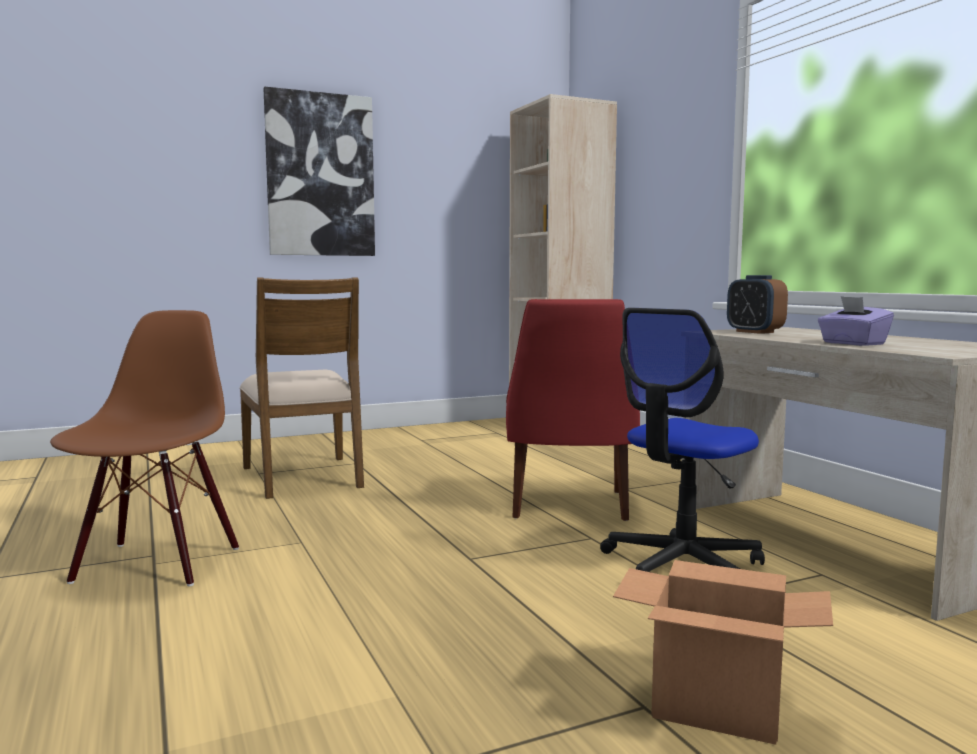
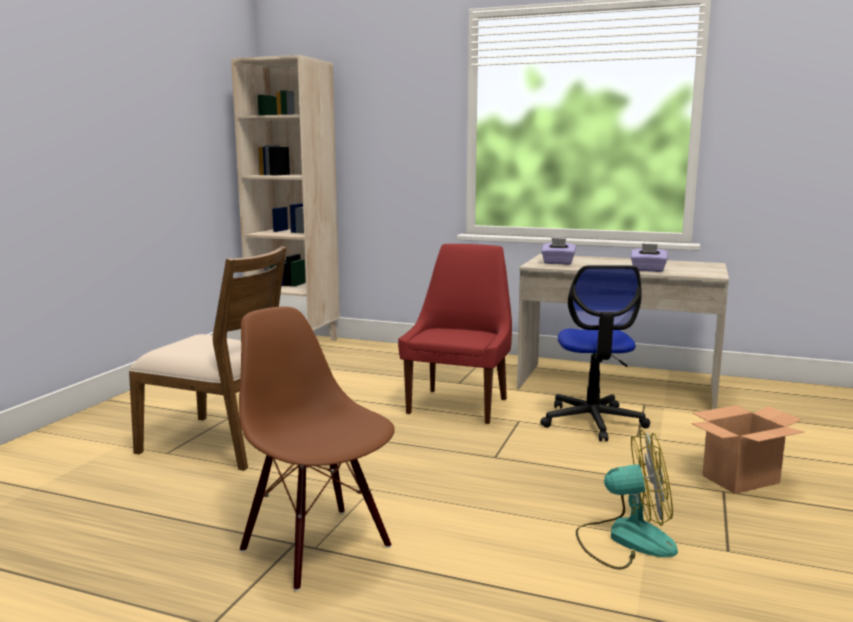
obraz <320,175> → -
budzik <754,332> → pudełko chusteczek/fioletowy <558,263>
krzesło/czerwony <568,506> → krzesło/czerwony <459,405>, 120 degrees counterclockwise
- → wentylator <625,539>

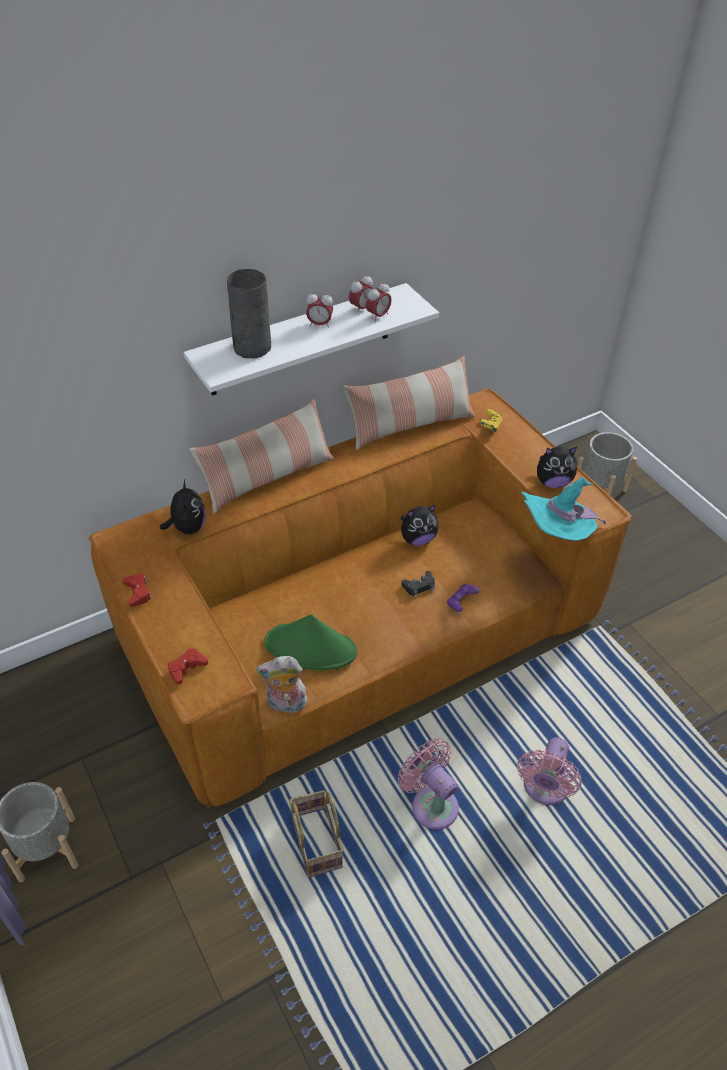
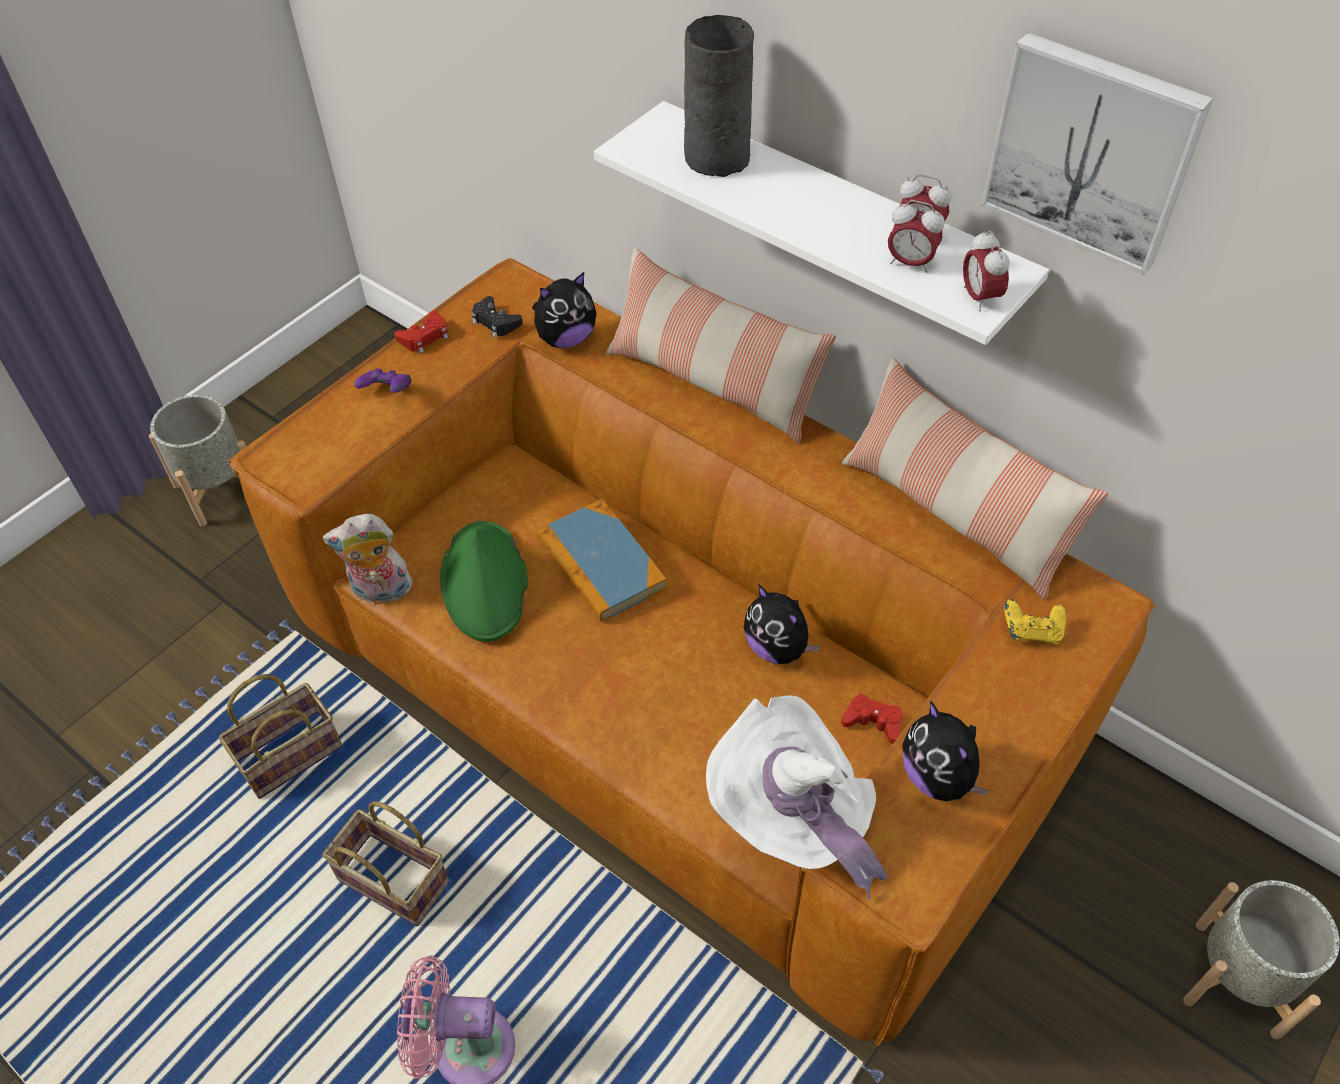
budzik <319,324> → budzik <979,298>, shifted
kapelusz/turkusowy <557,535> → kapelusz/biały <793,818>
pad do gier/czarny <419,586> → pad do gier/czarny <496,322>, shifted
pad do gier/fioletowy <461,603> → pad do gier/fioletowy <387,392>, shifted
pad do gier/czerwony <187,668> → pad do gier/czerwony <873,722>, shifted
pluszak <285,704> → pluszak <380,592>, 75 degrees counterclockwise
wentylator/różowy <431,803> → koszyk <390,881>
- → obraz <1092,151>
- → książka <601,563>

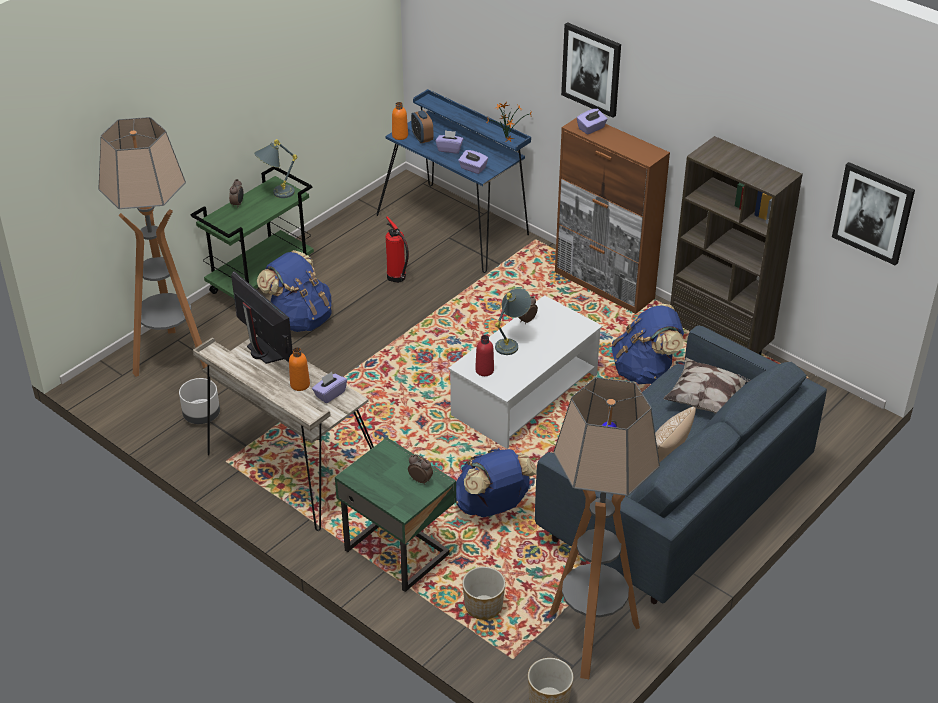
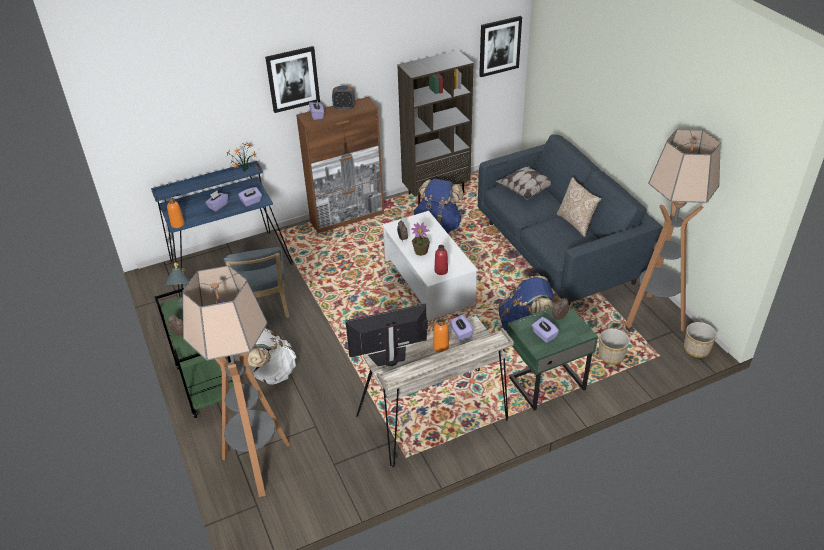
budzik <422,138> → budzik <344,107>, shifted
gaśnica <397,278> → krzesło/niebieski <263,307>
plecak/niebieski <300,319> → plecak/biały <269,372>
lampa stołowa/szary <512,343> → roślina doniczkowa <421,251>
donica/szary <201,415> → -
- → pudełko chusteczek/fioletowy <544,335>

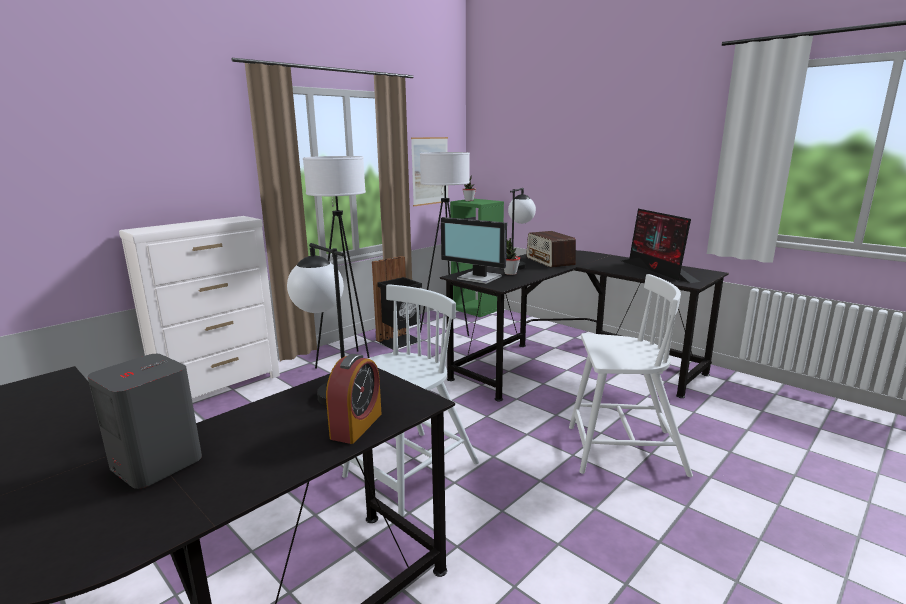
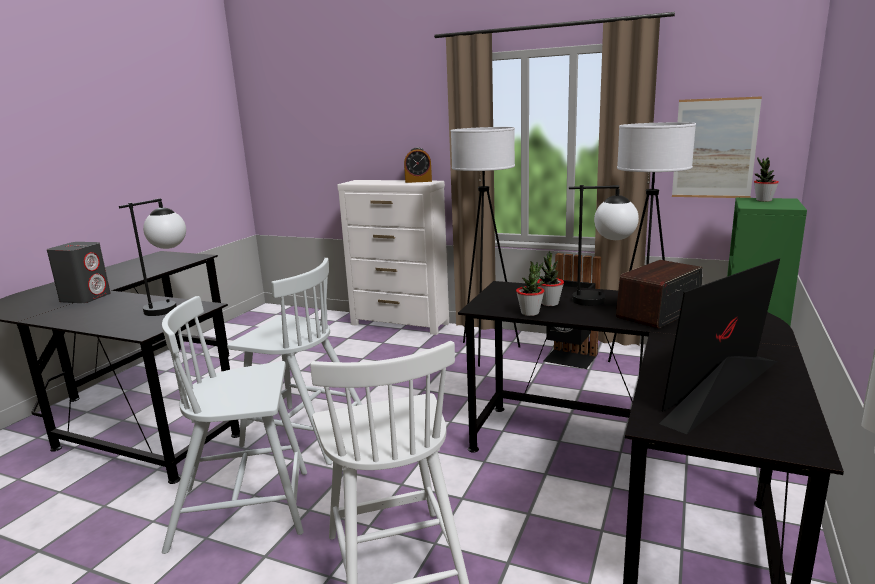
monitor <479,278> → -
budzik <356,426> → budzik <418,181>, shifted
- → roślina doniczkowa <530,313>
- → krzesło/biały <245,509>

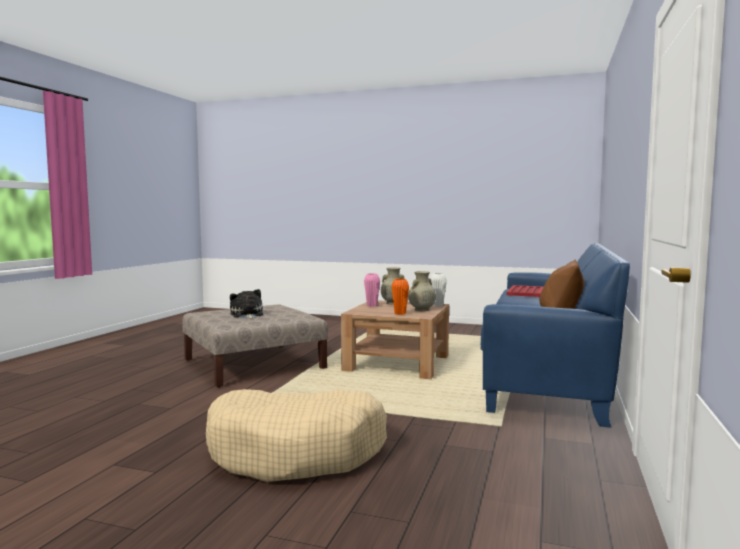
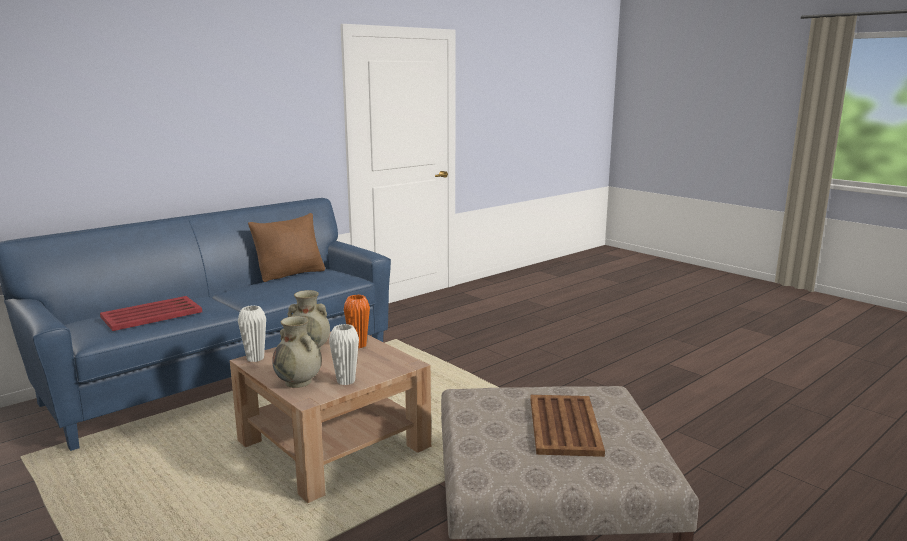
wazon/różowy <372,305> → wazon/biały <346,381>
pluszak <247,315> → taca/brązowy <564,425>
legowisko/beżowy <297,452> → -

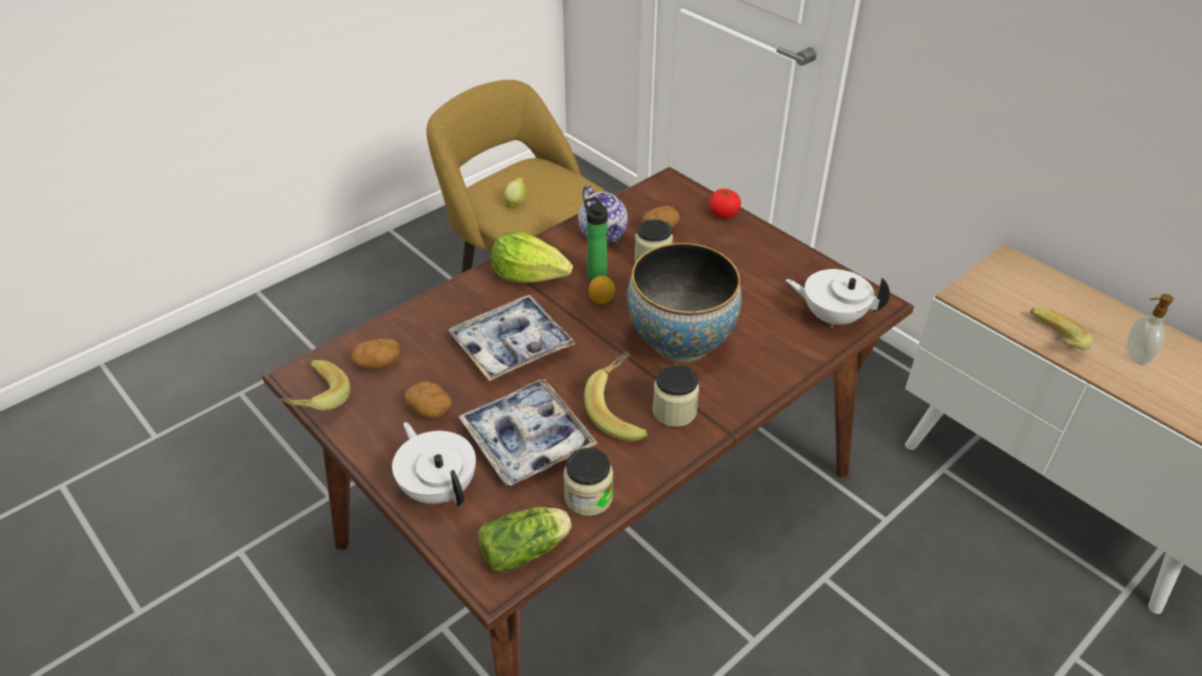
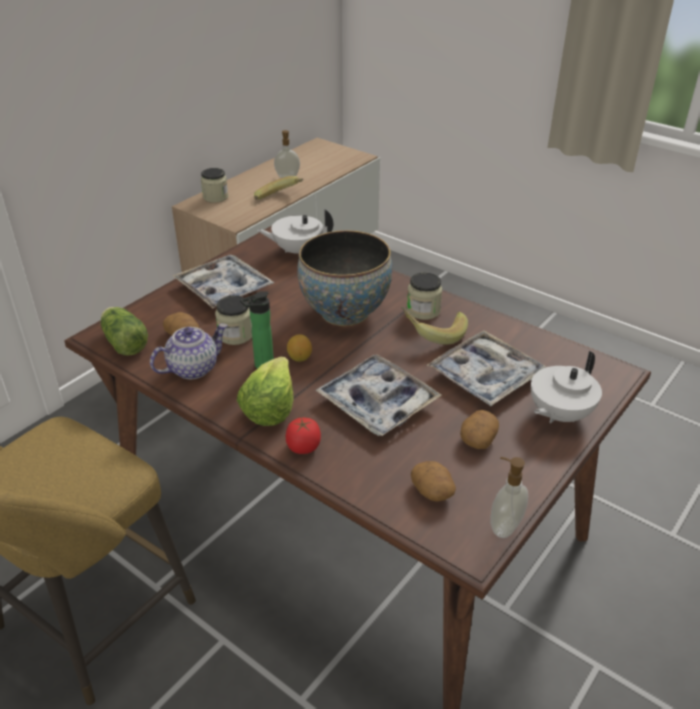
cytryna <516,202> → -
pomidor <723,214> → pomidor <303,447>, shifted
imbryk/biały <832,316> → imbryk/biały <297,251>, 75 degrees clockwise
banan <314,401> → dozownik mydła <504,526>
słoik <588,497> → słoik <215,197>, shifted
sałata <527,550> → sałata <124,342>, shifted
- → taca <224,289>

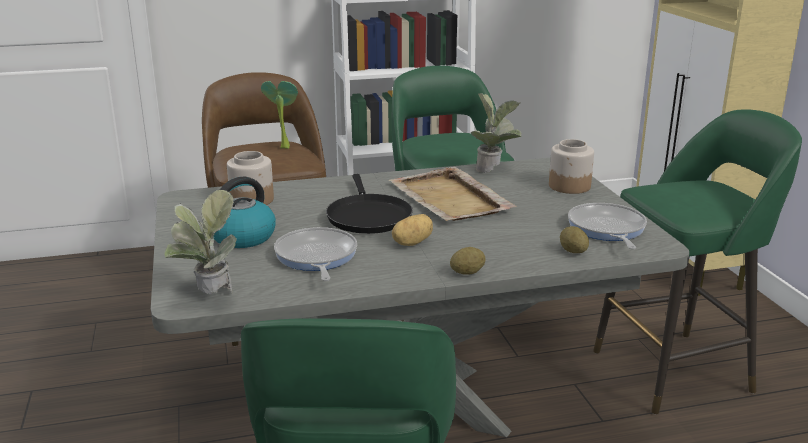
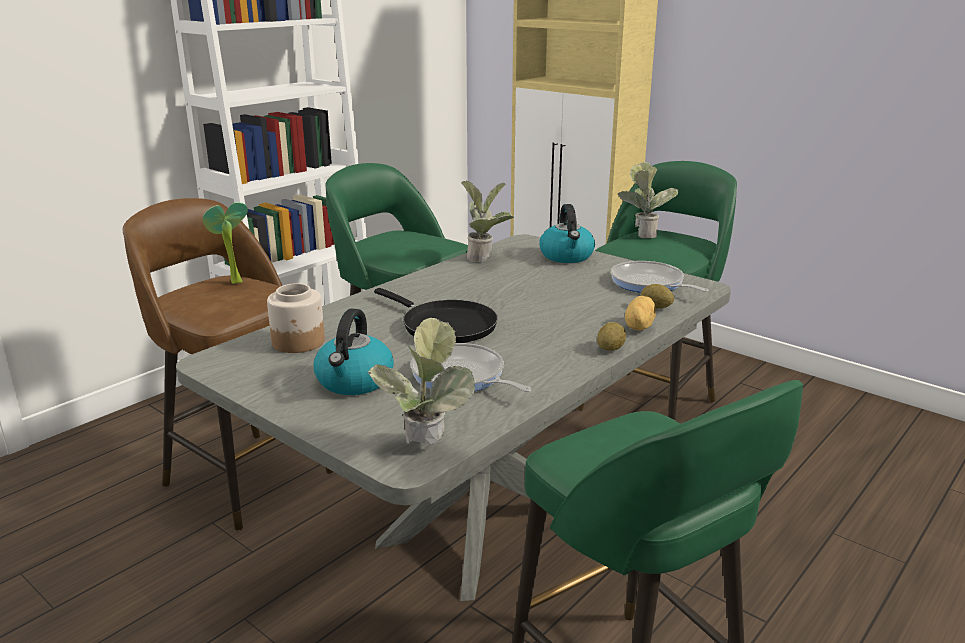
słoik <570,186> → czajnik <567,256>
taca/beżowy <450,199> → -
ziemniak <411,243> → ziemniak <637,327>, shifted
- → roślina doniczkowa <643,233>

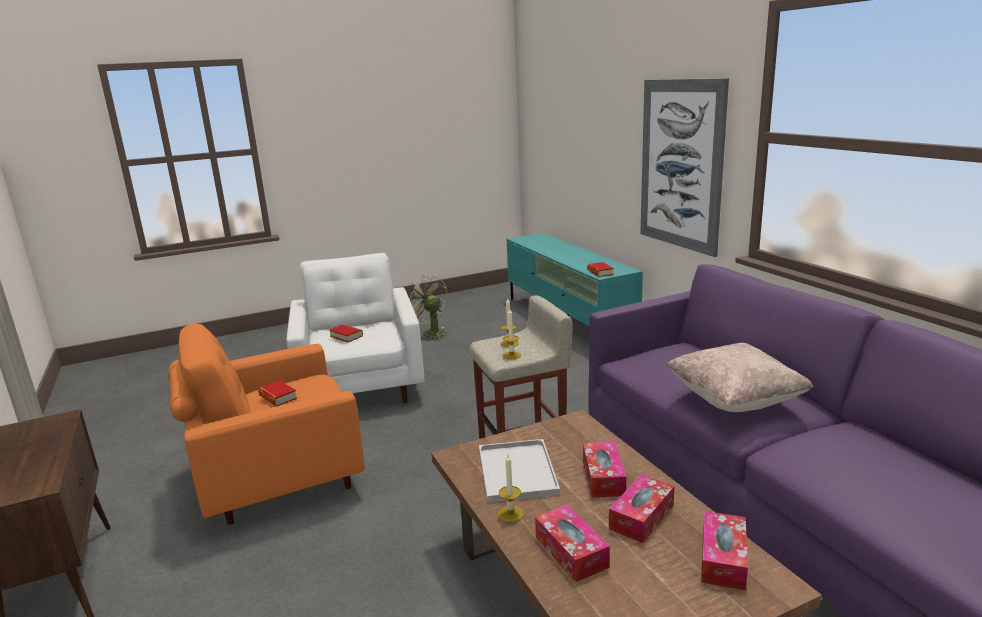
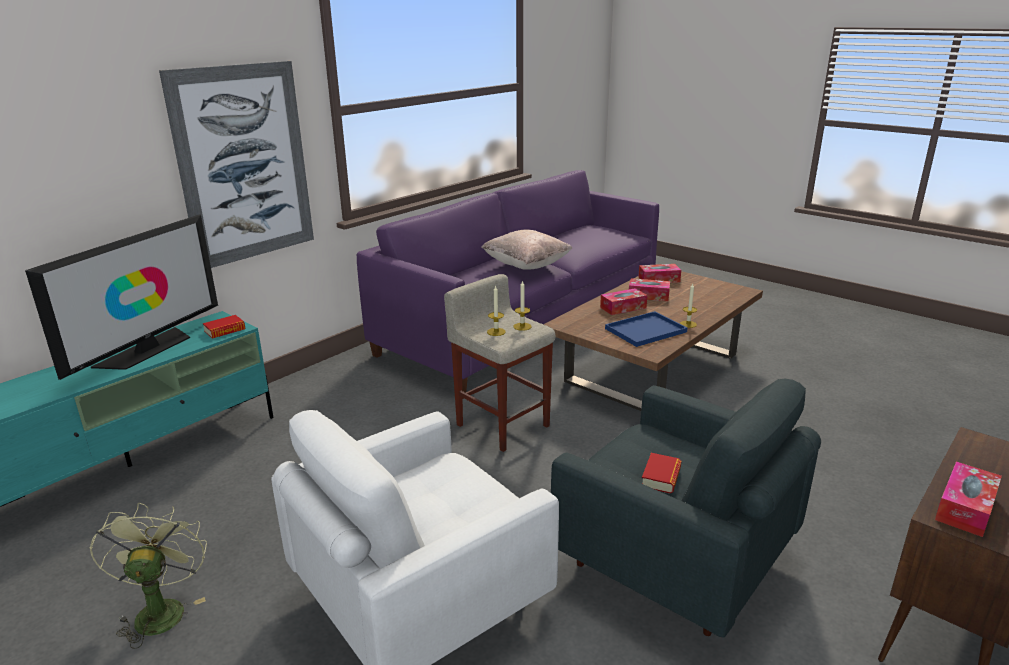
wentylator/zielony <430,333> → wentylator/zielony <160,609>, 150 degrees clockwise
fotel/pomarańczowy <278,478> → fotel/szary <675,563>
książka <346,336> → -
taca/biały <515,470> → taca/niebieski <645,331>
pudełko chusteczek <571,551> → pudełko chusteczek <965,508>, shifted
- → telewizor <147,350>

